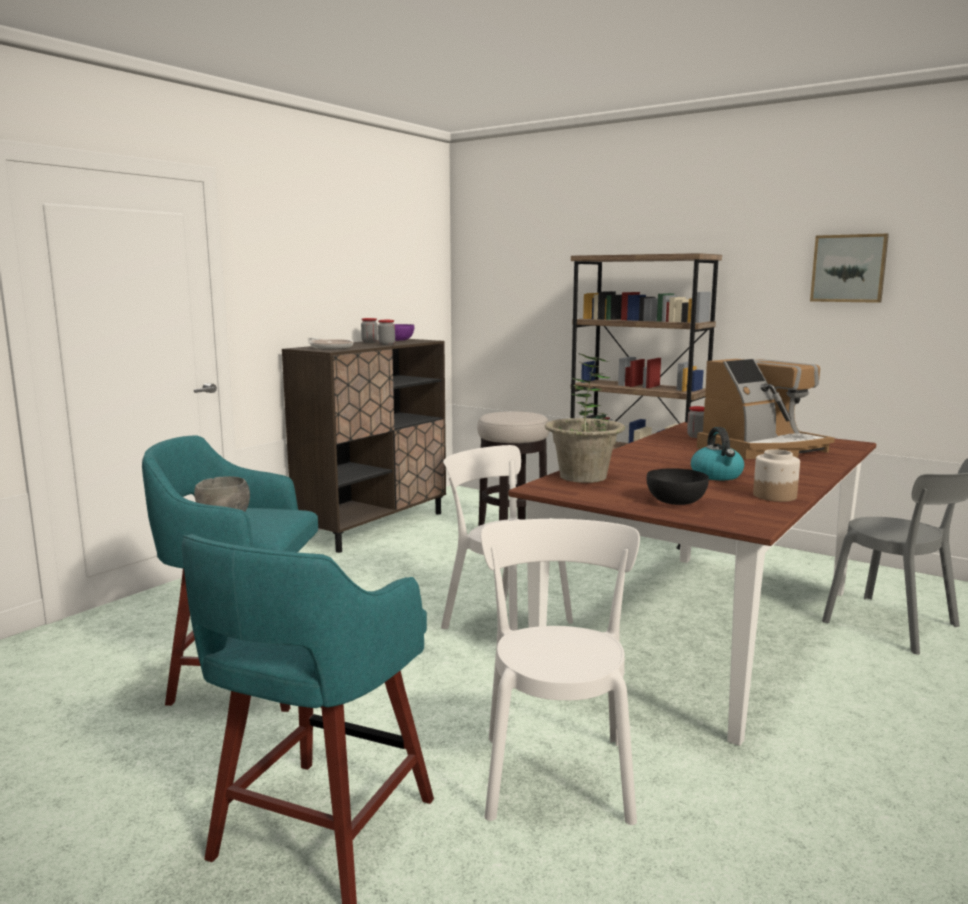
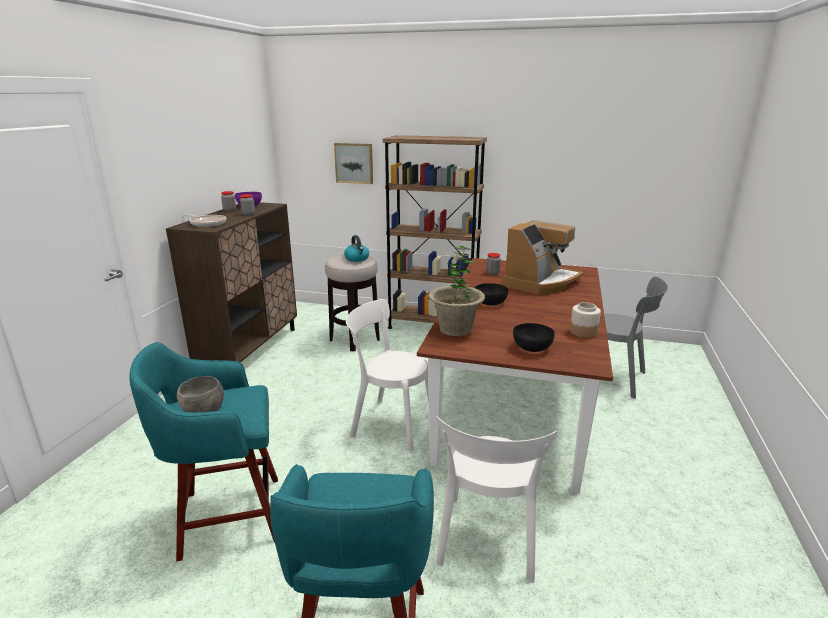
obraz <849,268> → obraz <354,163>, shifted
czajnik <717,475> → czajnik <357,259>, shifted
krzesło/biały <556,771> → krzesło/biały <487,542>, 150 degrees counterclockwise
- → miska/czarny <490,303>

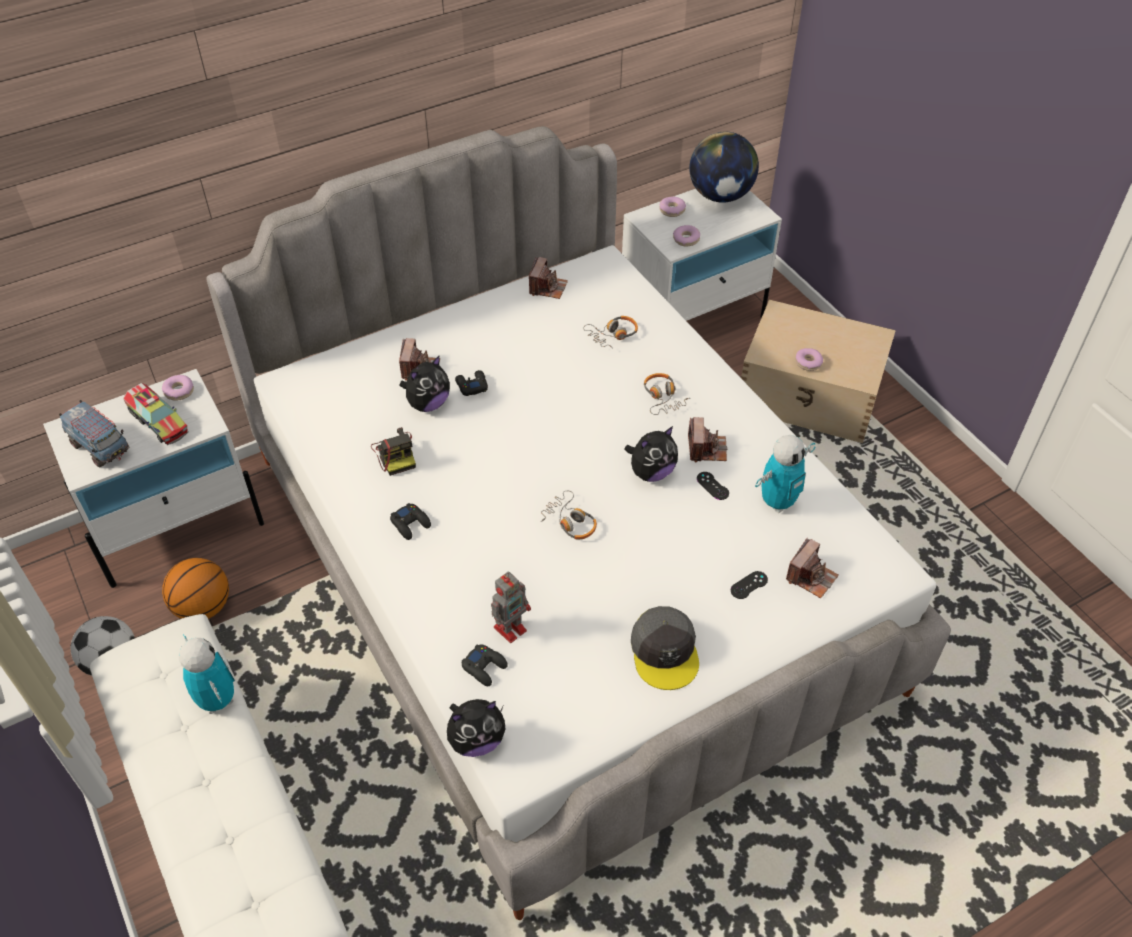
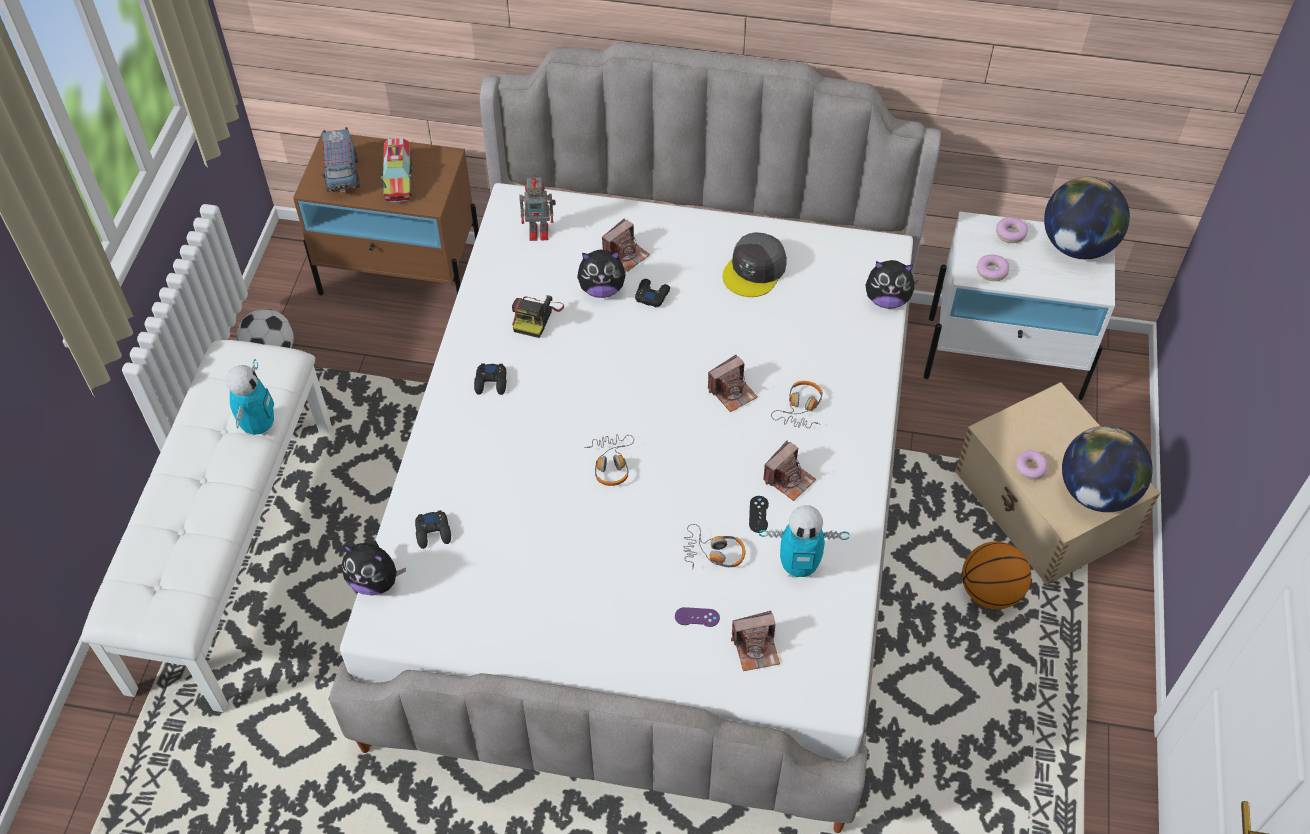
aparat fotograficzny <547,287> → aparat fotograficzny <732,392>, shifted
słuchawki <613,335> → słuchawki <713,553>, shifted
szafka nocna/biały <178,527> → szafka nocna/brązowy <402,276>
donut <179,391> → -
pluszak <651,472> → pluszak <887,299>, shifted
piłka do koszykówki <202,607> → piłka do koszykówki <989,591>, shifted
pad do gier/czarny <749,585> → pad do gier/fioletowy <697,617>
robot zabawkowy <511,628> → robot zabawkowy <540,232>, shifted
czapka z daszkiem/szary <665,651> → czapka z daszkiem/szary <755,270>, shifted
- → globus <1096,492>

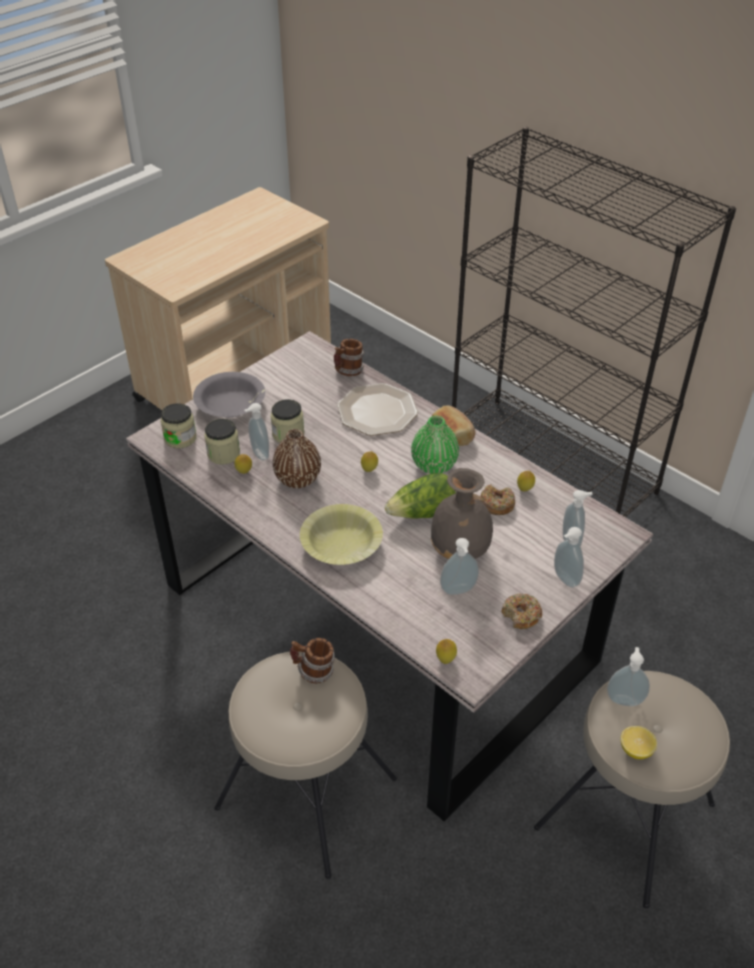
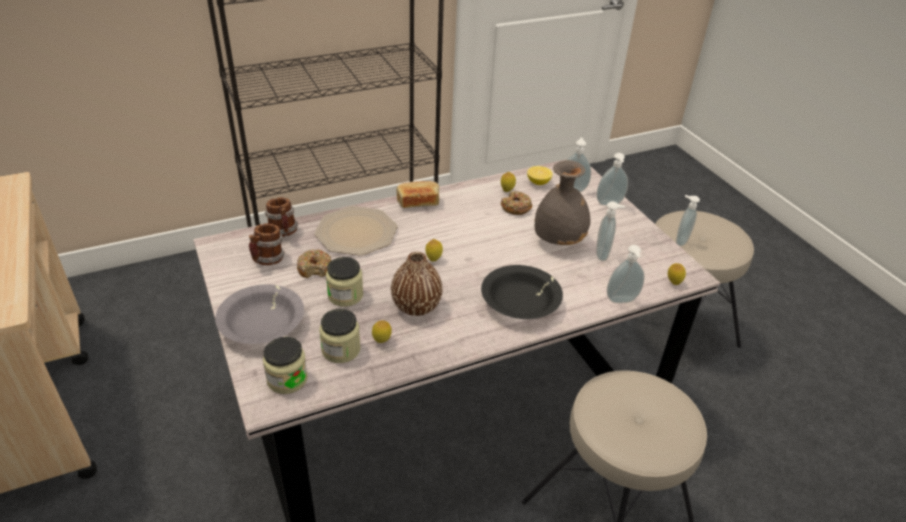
dozownik mydła <259,454> → dozownik mydła <622,301>, shifted
wazon/zielony <434,465> → -
sałata <423,513> → -
miska/żółty <341,544> → miska/czarny <520,302>
donut <521,615> → donut <315,268>, shifted
kubek <314,672> → kubek <267,260>, shifted
cytryna <635,750> → cytryna <538,182>, shifted

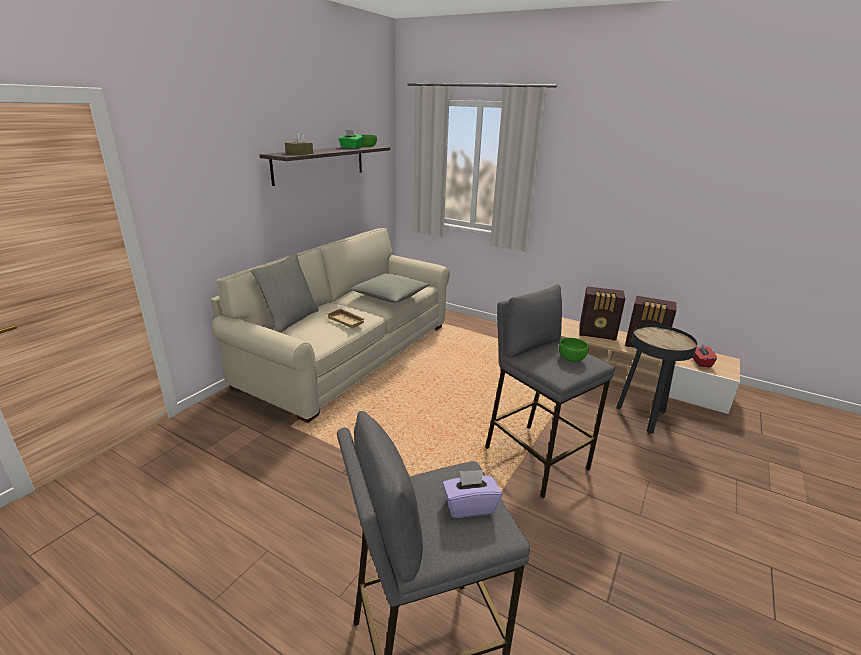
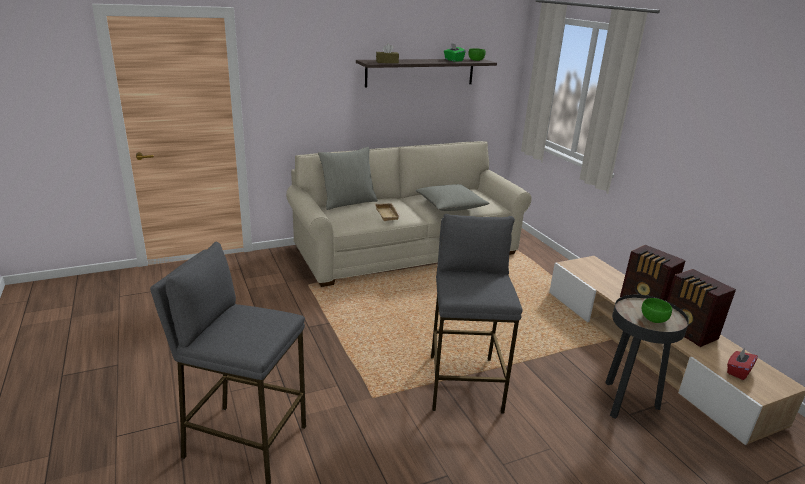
miska/zielony <571,358> → miska/zielony <654,319>, shifted
pudełko chusteczek/fioletowy <469,506> → -

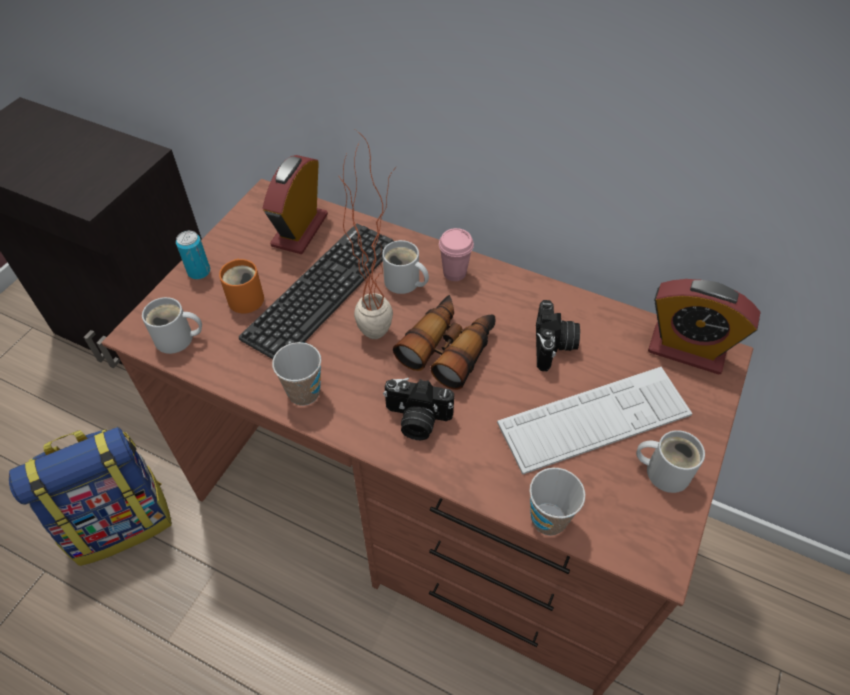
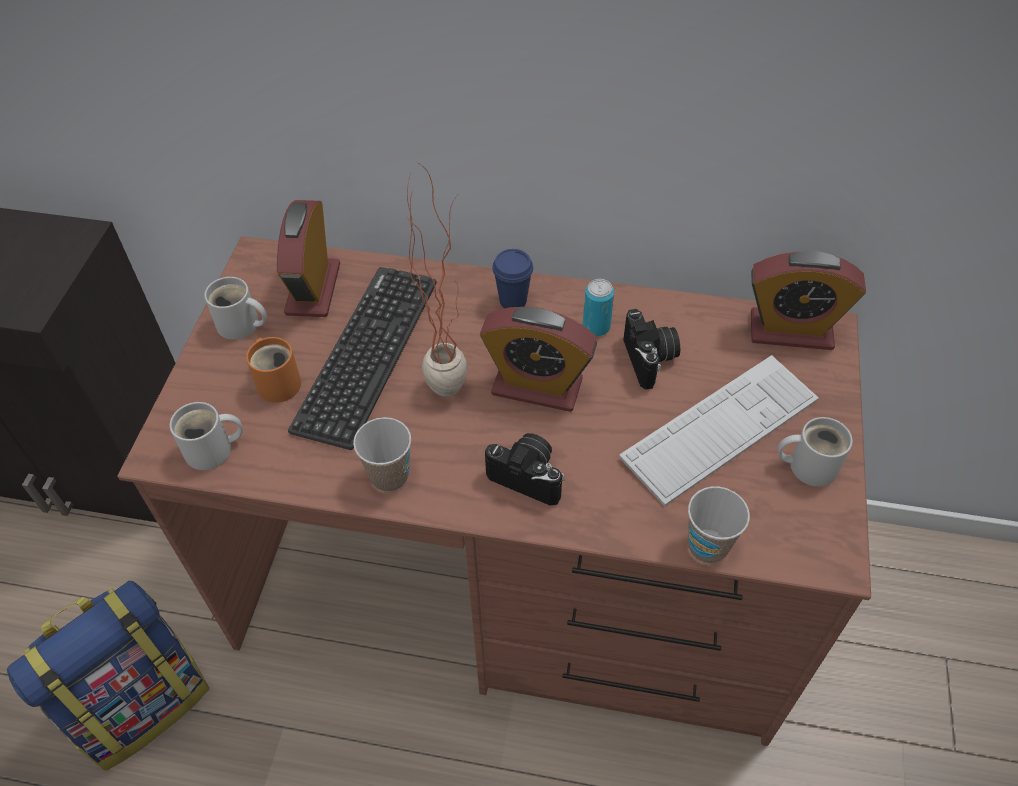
filiżanka/różowy <454,273> → filiżanka/niebieski <513,301>
puszka <199,272> → puszka <596,327>, shifted
kubek/biały <404,283> → kubek/biały <241,326>, shifted
lornetka <449,347> → budzik <537,387>
aparat fotograficzny <416,420> → aparat fotograficzny <529,476>, 150 degrees counterclockwise

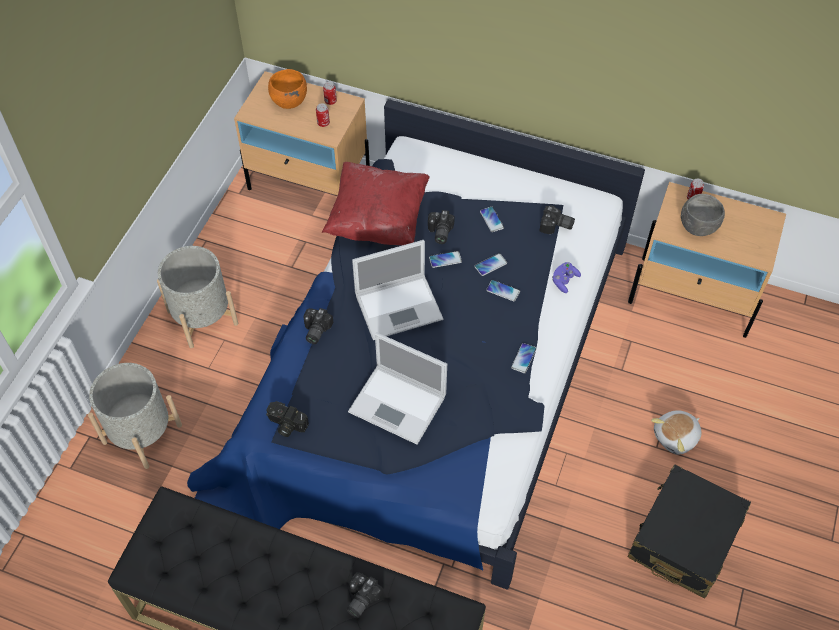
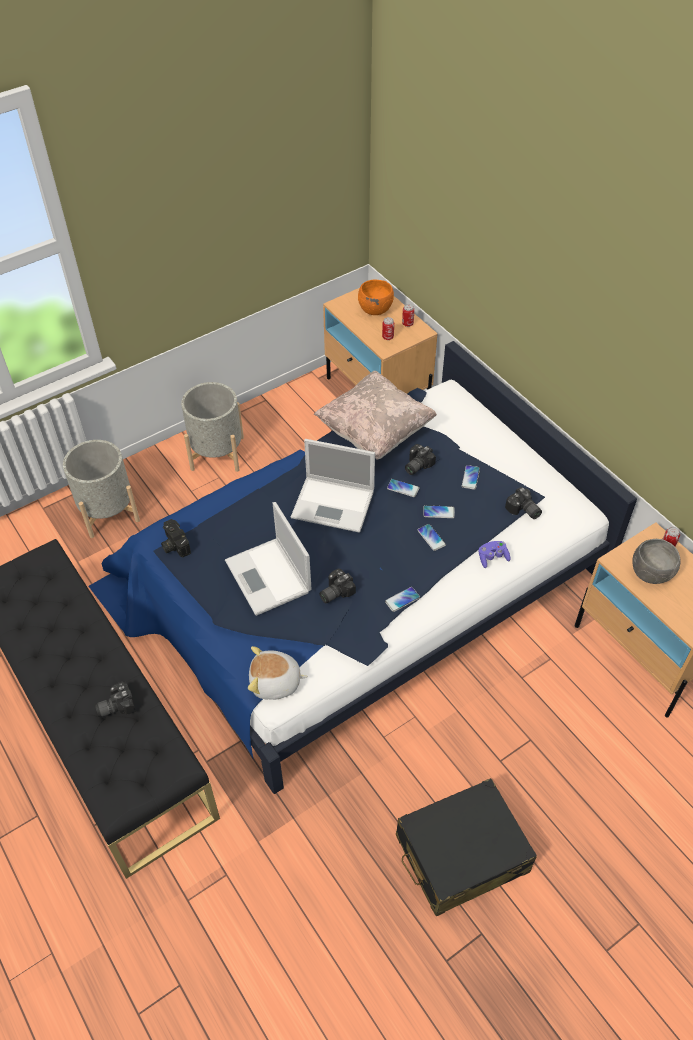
poduszka/czerwony <378,220> → poduszka/beżowy <375,432>
aparat fotograficzny <315,331> → aparat fotograficzny <334,592>, shifted
pluszak <676,437> → pluszak <275,683>, shifted

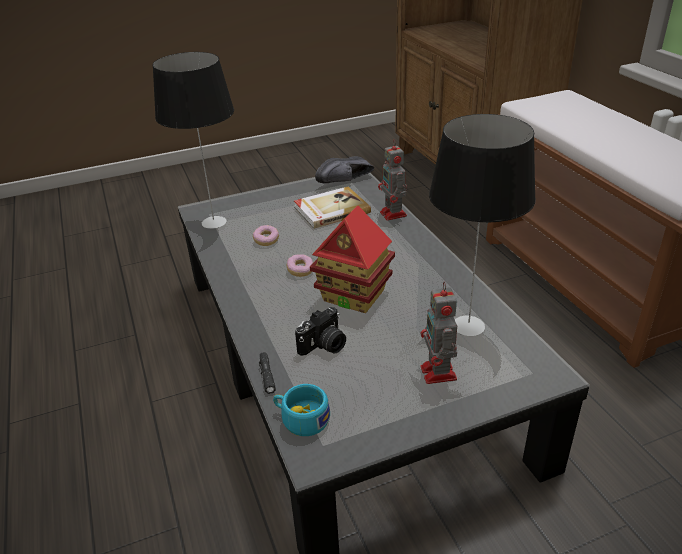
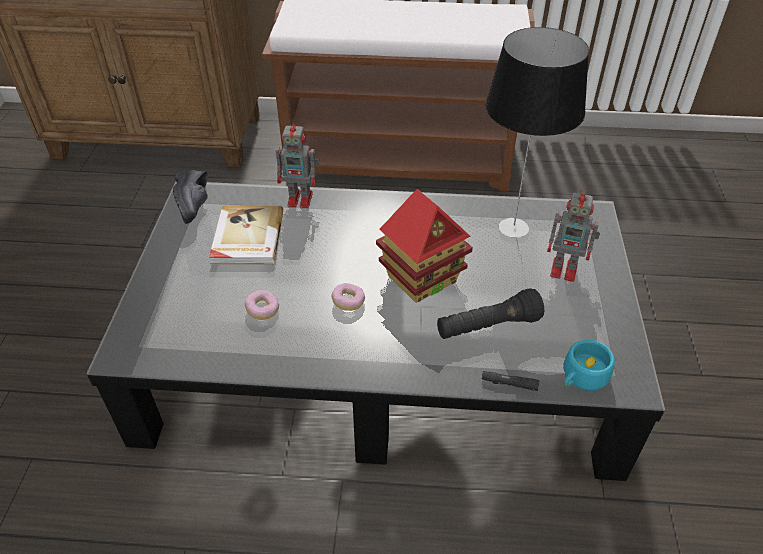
lampa stołowa <215,222> → -
aparat fotograficzny <324,346> → latarka/czarny <487,327>

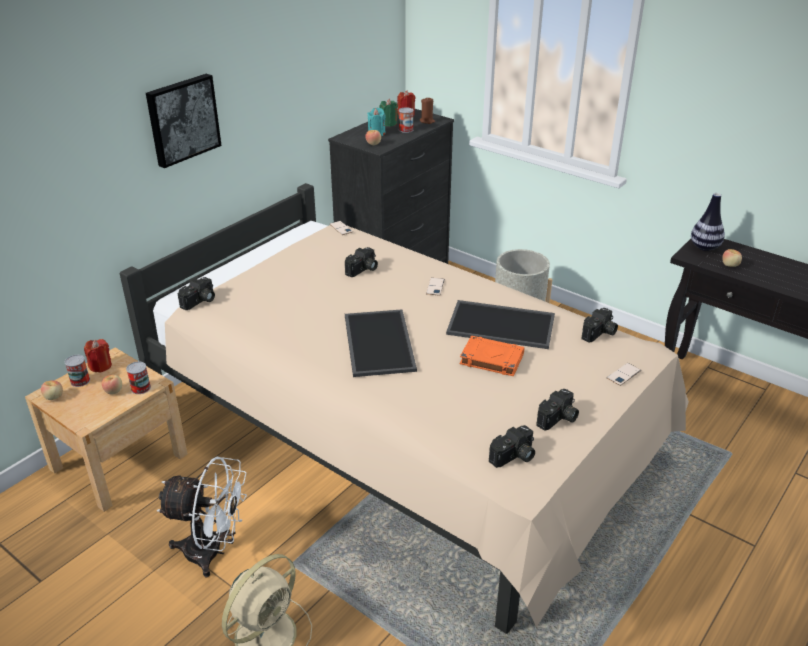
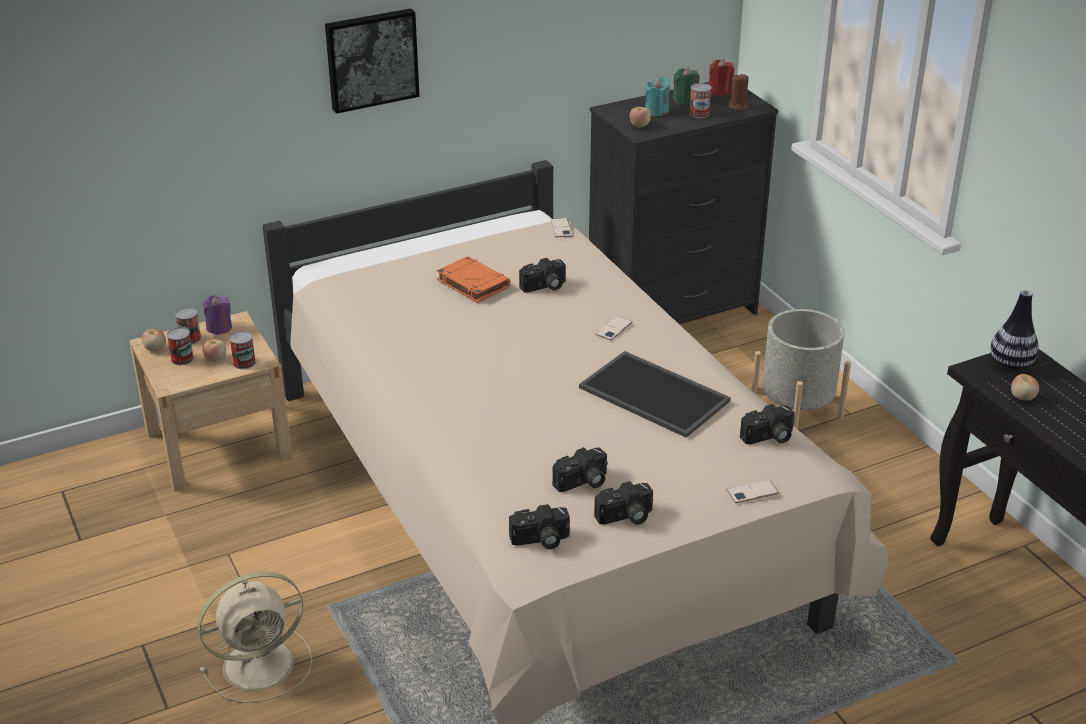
aparat fotograficzny <200,301> → aparat fotograficzny <583,483>, shifted
taca <377,342> → -
książka/pomarańczowy <491,359> → książka/pomarańczowy <472,283>, shifted
świeca/czerwony <100,366> → świeca/fioletowy <219,328>
wentylator/biały <213,552> → -
- → puszka <182,359>

